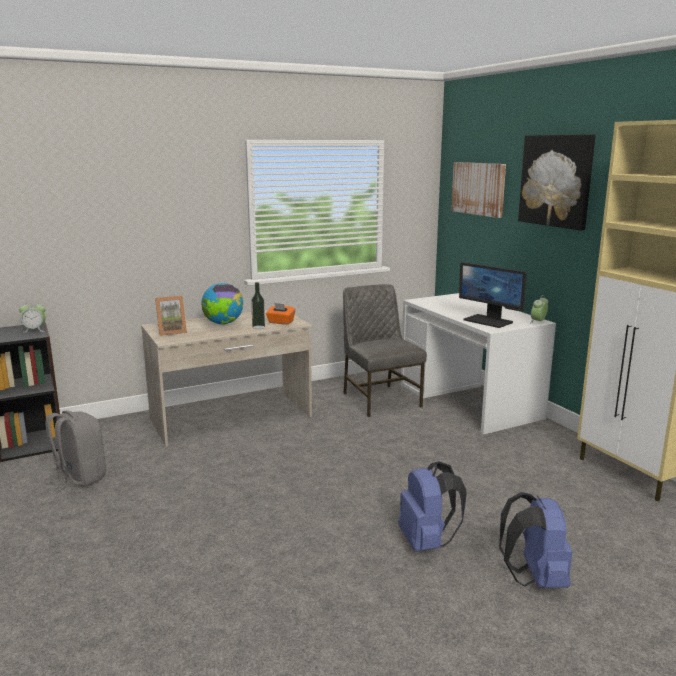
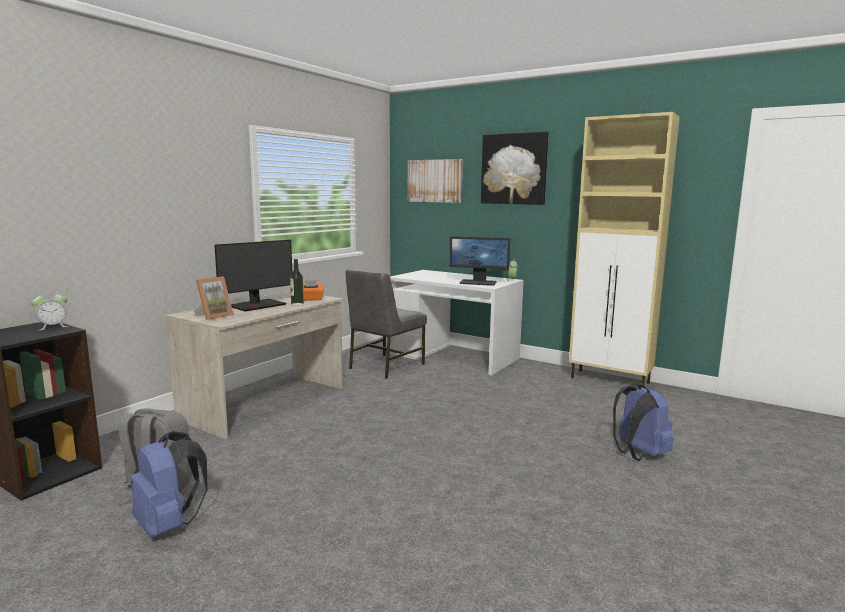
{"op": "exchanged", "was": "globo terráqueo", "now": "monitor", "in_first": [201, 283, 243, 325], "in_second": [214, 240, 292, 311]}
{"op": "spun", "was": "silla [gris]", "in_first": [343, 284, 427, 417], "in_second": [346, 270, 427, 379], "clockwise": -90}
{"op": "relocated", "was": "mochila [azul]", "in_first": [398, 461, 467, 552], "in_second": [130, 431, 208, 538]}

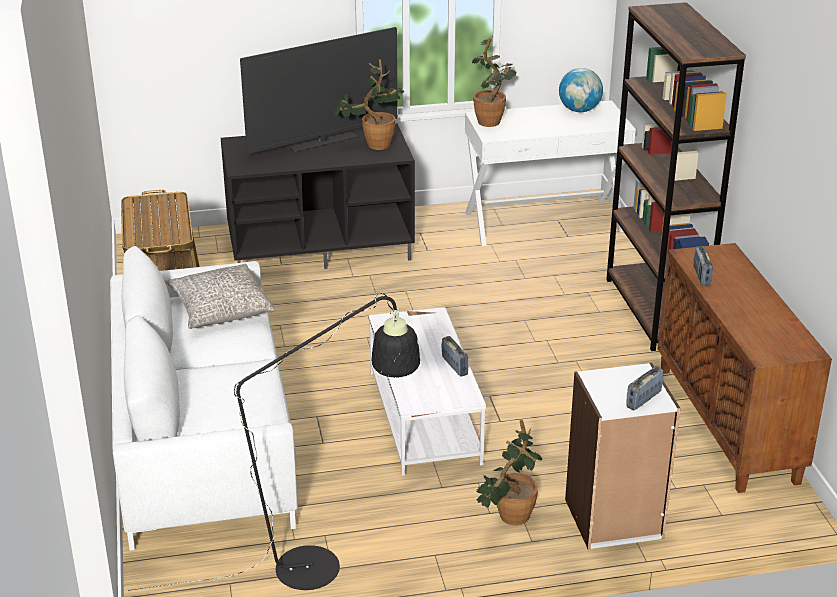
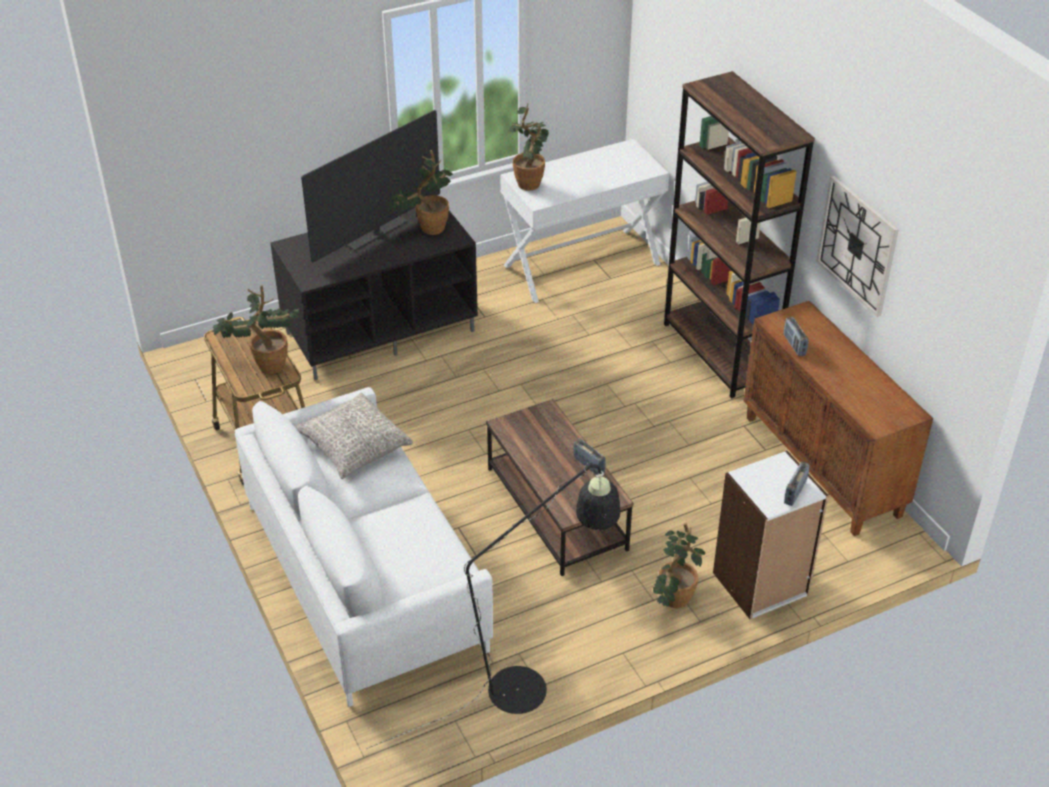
{"op": "colour", "was": "mesa de centro [blanco]", "now": "mesa de centro [marrón]", "in_first": [368, 307, 486, 475], "in_second": [486, 399, 633, 576]}
{"op": "missing", "was": "globo terráqueo", "in_first": [559, 68, 603, 112]}
{"op": "appeared", "now": "planta en maceta", "in_second": [212, 286, 299, 374]}
{"op": "appeared", "now": "reloj de pared", "in_second": [816, 176, 899, 317]}

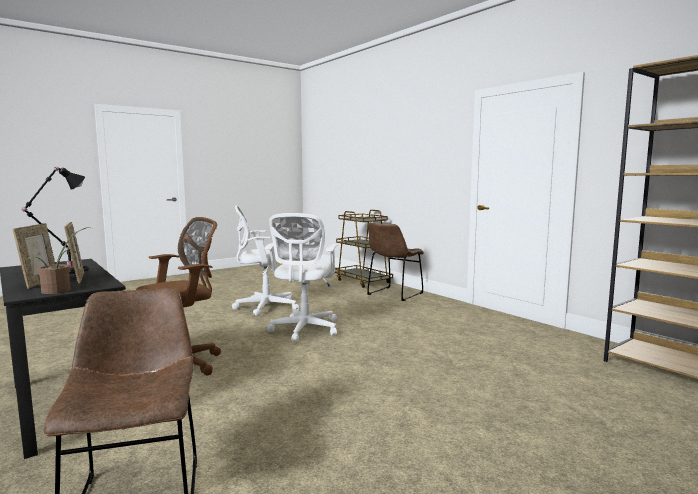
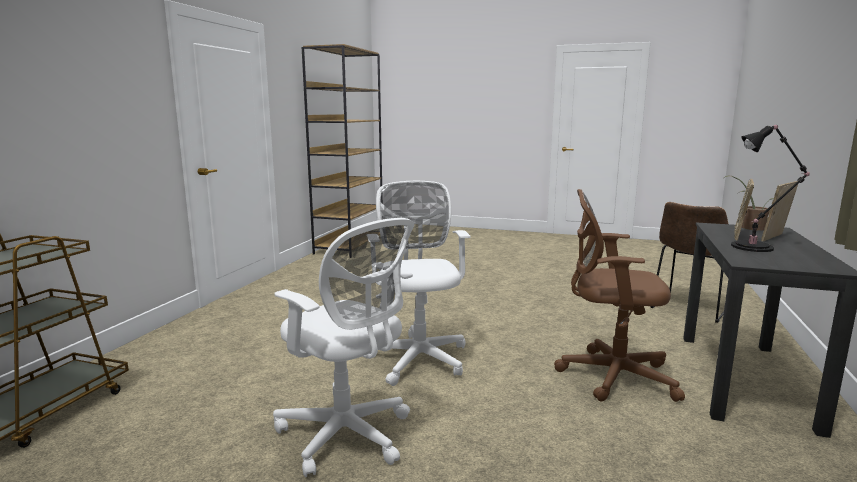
{"op": "spun", "was": "silla de oficina [blanco]", "in_first": [264, 213, 338, 342], "in_second": [368, 181, 471, 386], "clockwise": -75}
{"op": "missing", "was": "silla [marrón]", "in_first": [367, 222, 424, 301]}

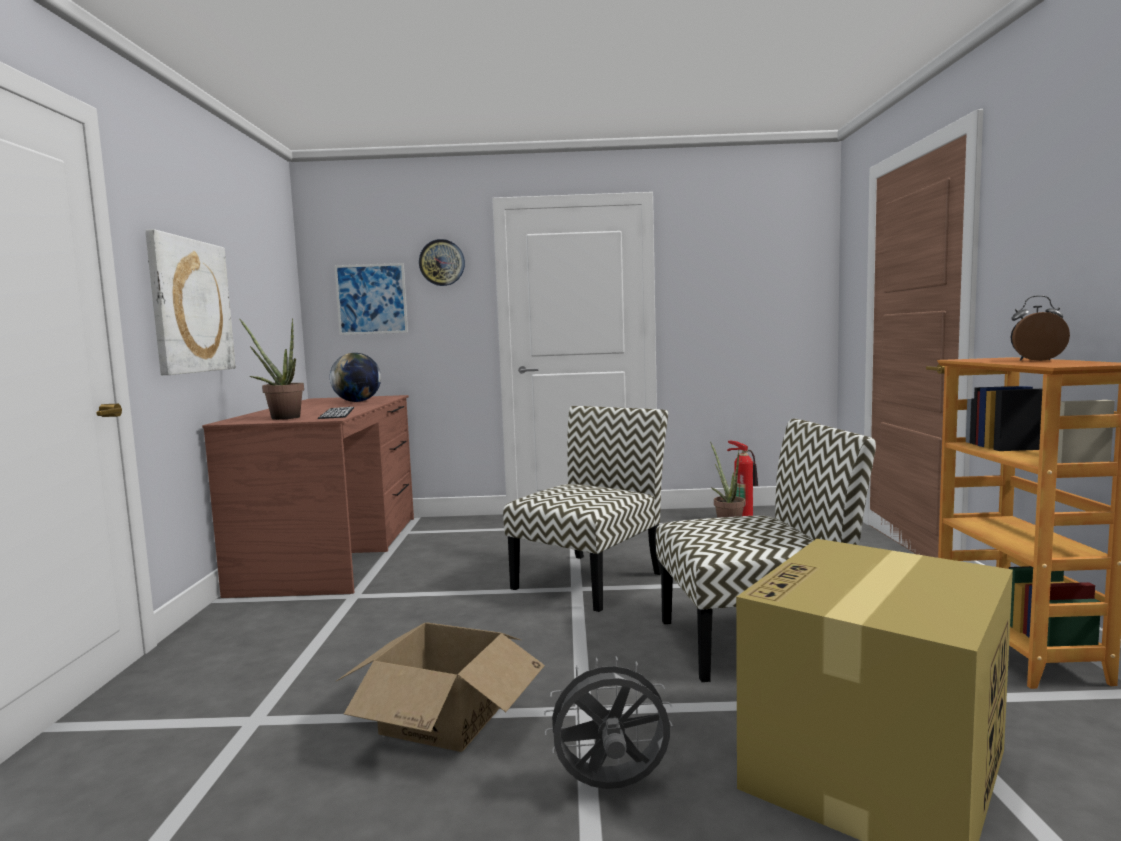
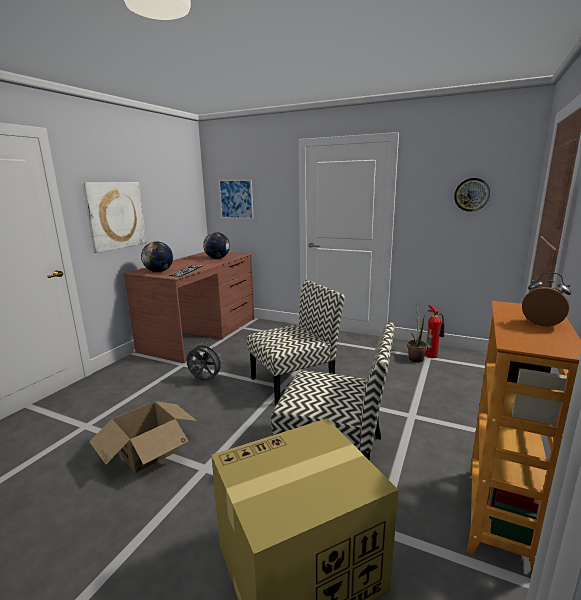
{"op": "exchanged", "was": "planta en maceta", "now": "globo terráqueo", "in_first": [240, 319, 304, 420], "in_second": [141, 242, 173, 272]}
{"op": "relocated", "was": "reloj de pared", "in_first": [419, 239, 465, 286], "in_second": [454, 178, 490, 212]}
{"op": "relocated", "was": "ventilador [gris]", "in_first": [544, 656, 672, 789], "in_second": [186, 343, 224, 381]}

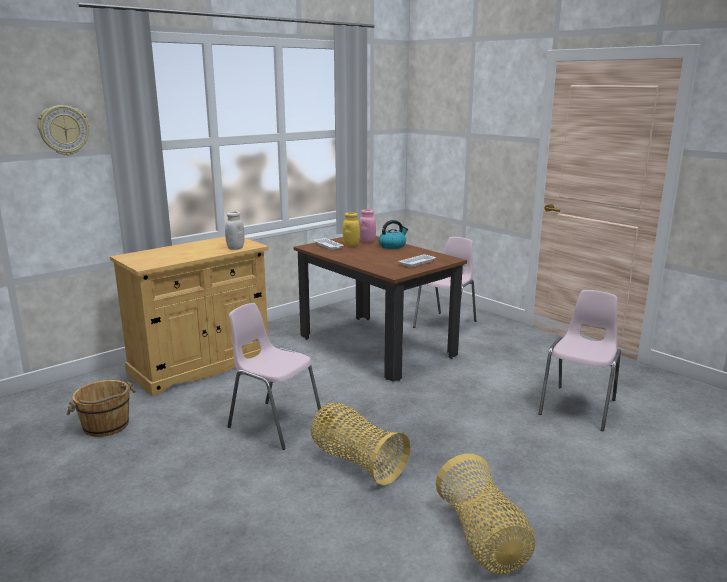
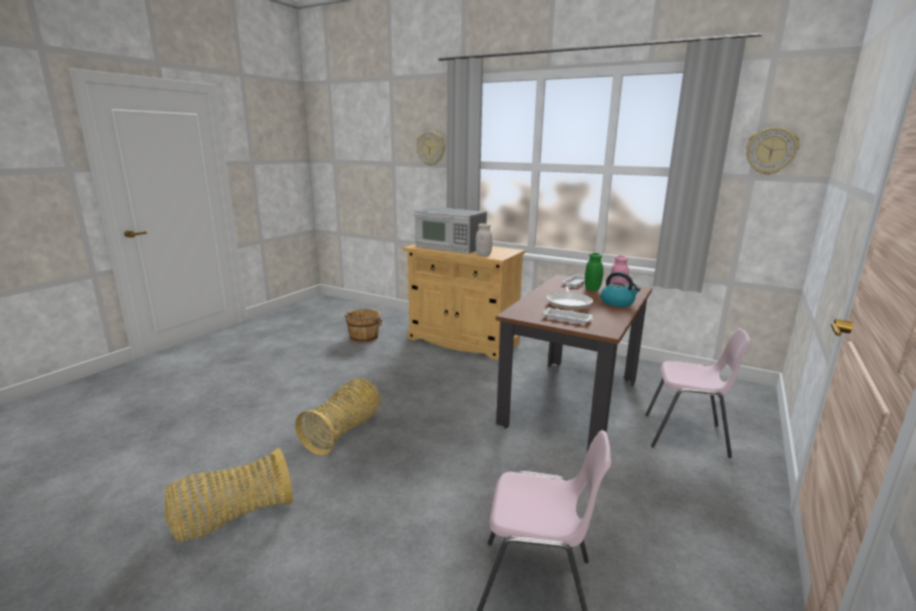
{"op": "missing", "was": "silla [rosa]", "in_first": [227, 303, 322, 450]}
{"op": "colour", "was": "tarro [amarillo]", "now": "tarro [verde]", "in_first": [343, 212, 360, 247], "in_second": [585, 253, 603, 291]}
{"op": "appeared", "now": "microondas", "in_second": [414, 207, 487, 254]}
{"op": "appeared", "now": "sartén", "in_second": [546, 286, 593, 310]}
{"op": "appeared", "now": "reloj de pared", "in_second": [746, 127, 800, 175]}

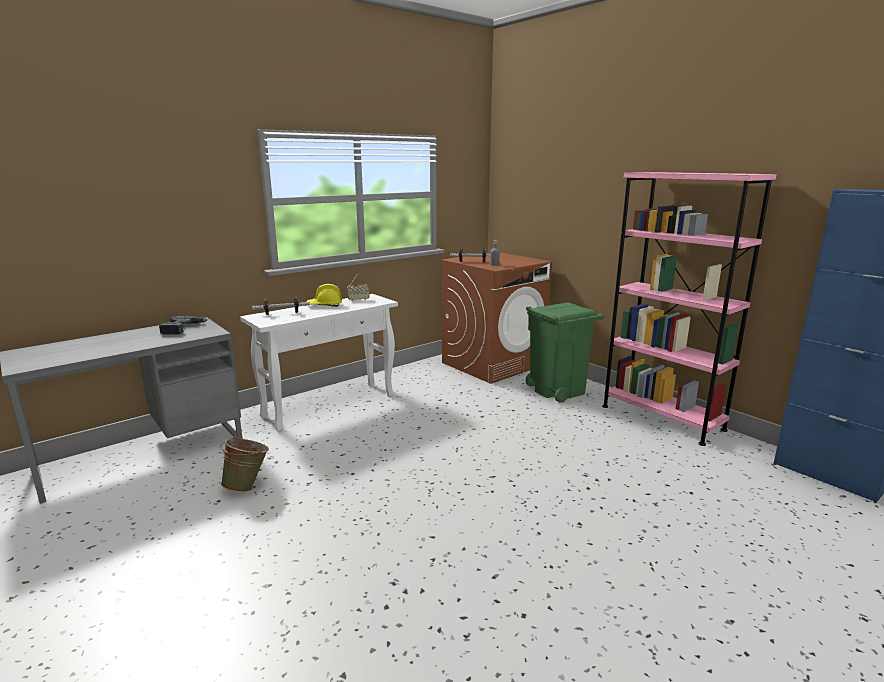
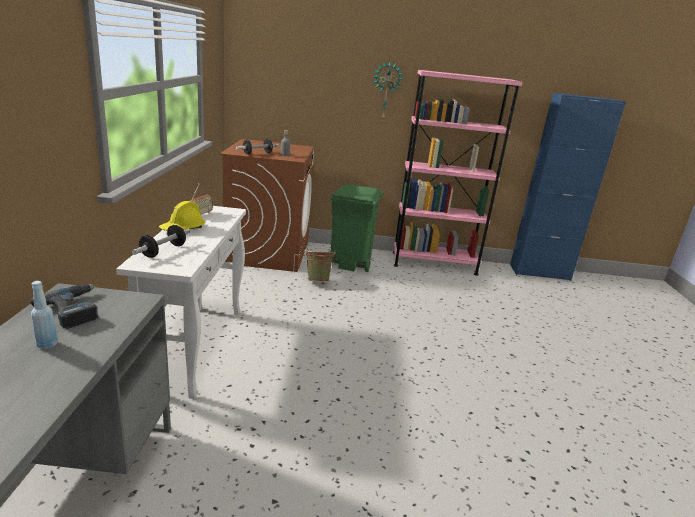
{"op": "relocated", "was": "cubo [verde]", "in_first": [221, 436, 269, 492], "in_second": [304, 249, 335, 282]}
{"op": "appeared", "now": "botella [azul]", "in_second": [31, 281, 58, 349]}
{"op": "appeared", "now": "reloj de pared", "in_second": [372, 61, 404, 119]}

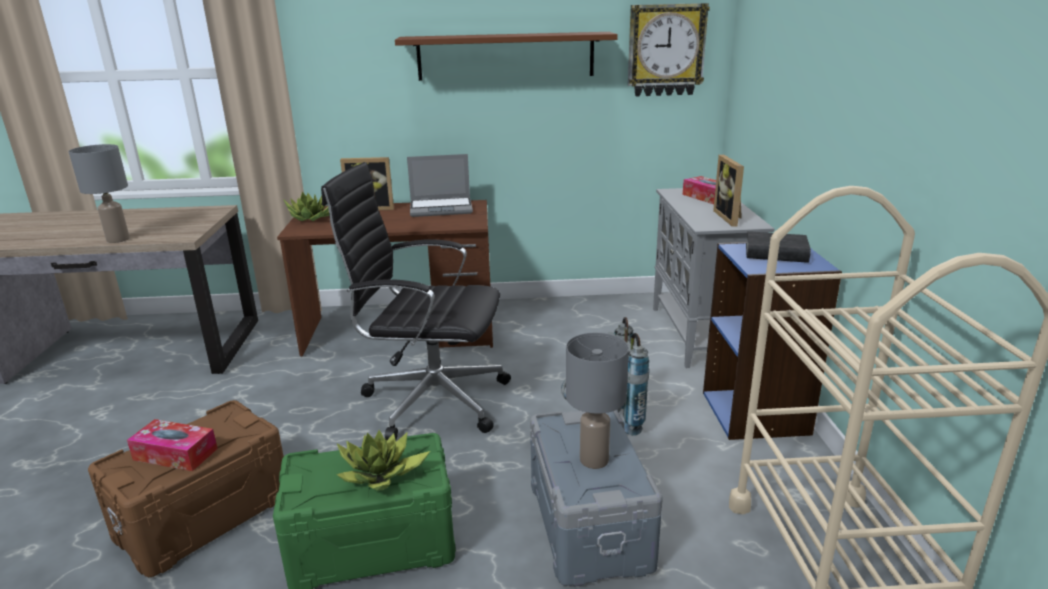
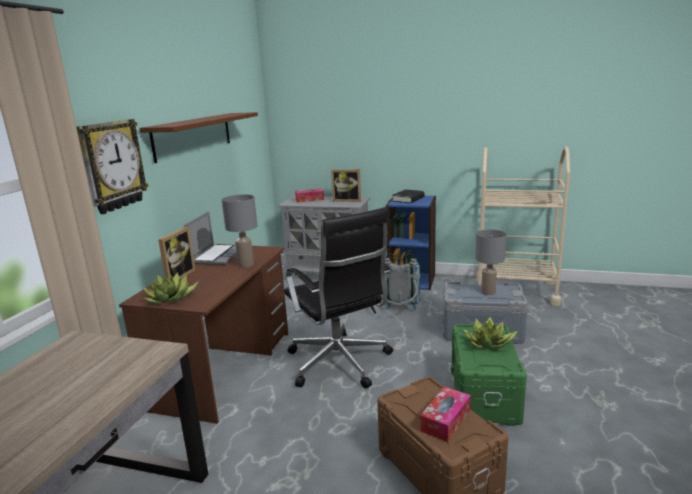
{"op": "relocated", "was": "lámpara de mesa [gris]", "in_first": [69, 144, 130, 243], "in_second": [222, 194, 257, 268]}
{"op": "spun", "was": "silla de oficina [negro]", "in_first": [321, 162, 511, 440], "in_second": [284, 207, 393, 388], "clockwise": -60}
{"op": "relocated", "was": "reloj de pared", "in_first": [628, 3, 710, 96], "in_second": [76, 119, 149, 214]}

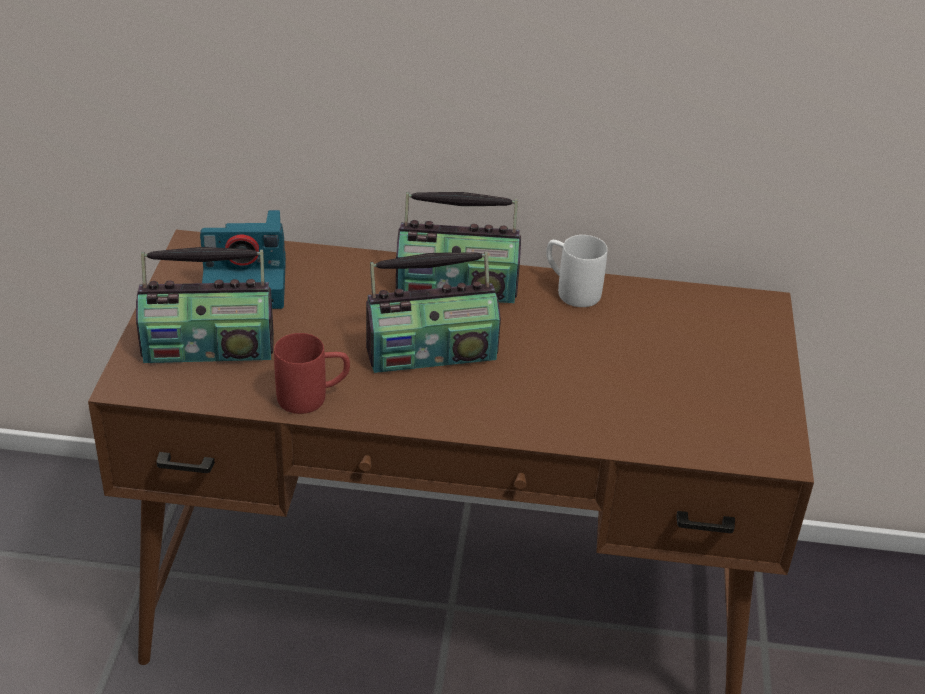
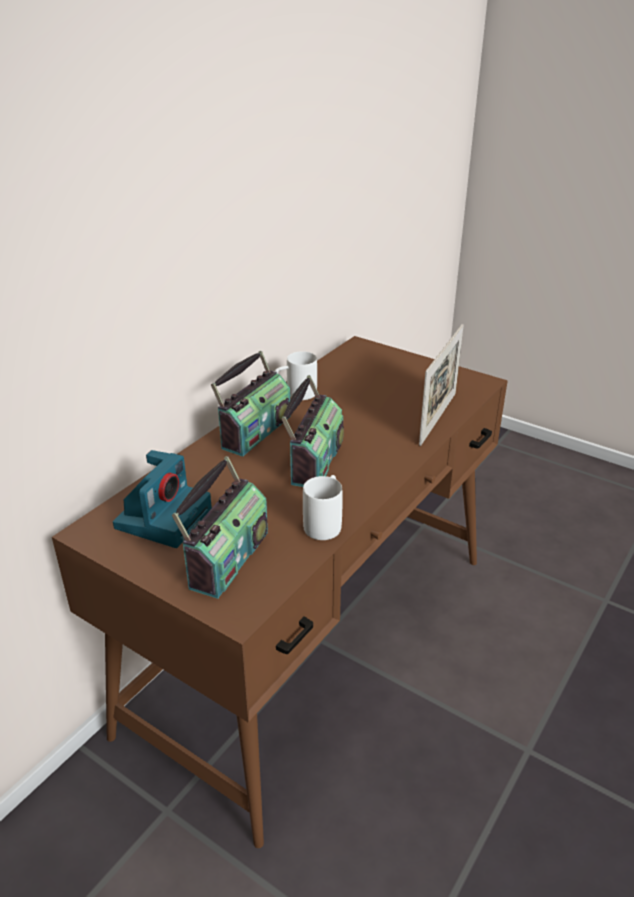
{"op": "colour", "was": "taza grande [rojo]", "now": "taza grande [blanco]", "in_first": [274, 333, 350, 414], "in_second": [303, 475, 343, 540]}
{"op": "appeared", "now": "portarretratos", "in_second": [419, 324, 463, 446]}

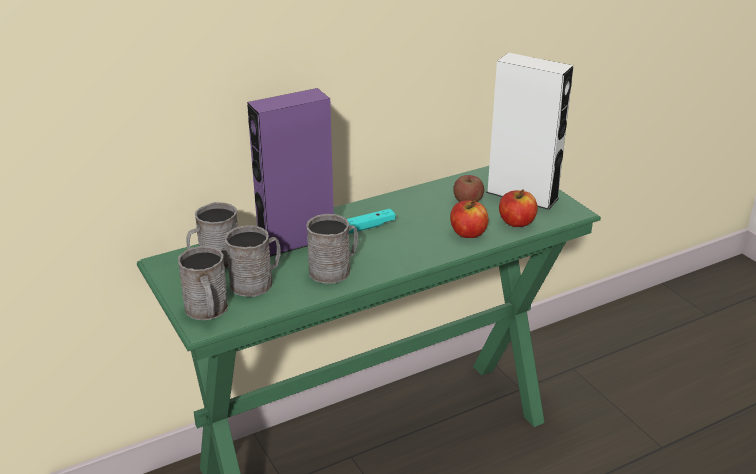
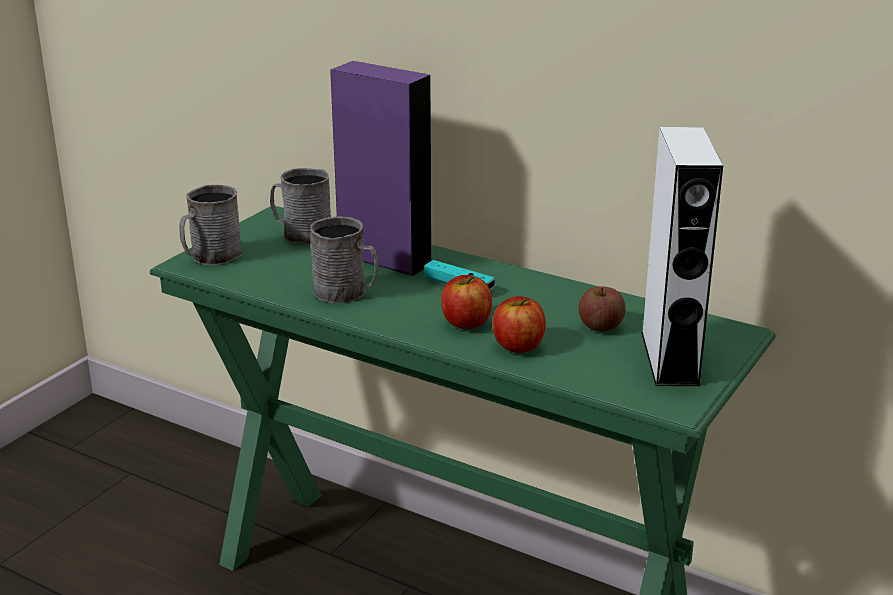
{"op": "missing", "was": "taza grande [gris]", "in_first": [225, 225, 281, 297]}
{"op": "relocated", "was": "manzana", "in_first": [499, 189, 538, 227], "in_second": [441, 275, 492, 329]}

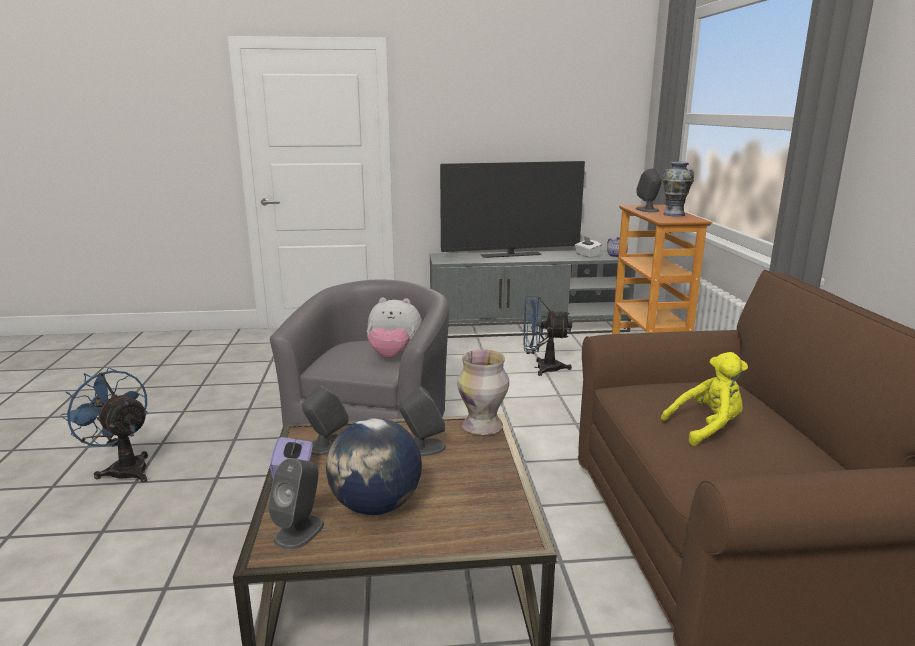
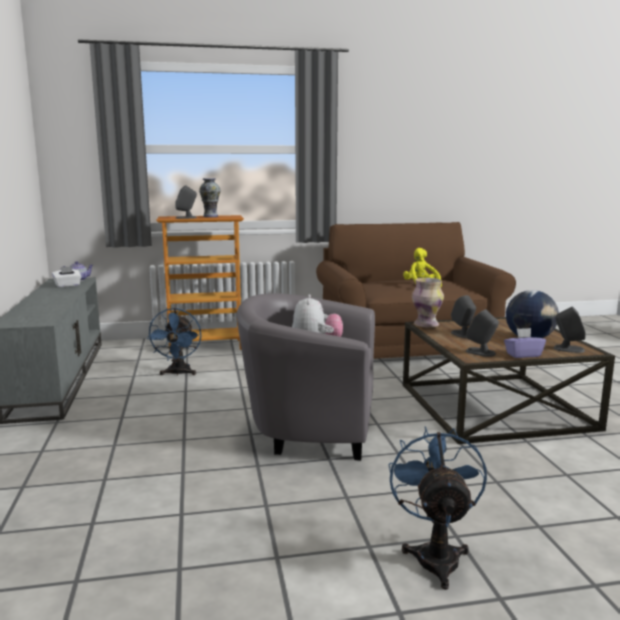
{"op": "spun", "was": "ventilador [azul]", "in_first": [60, 367, 148, 482], "in_second": [388, 426, 487, 590], "clockwise": 150}
{"op": "missing", "was": "televisor", "in_first": [440, 161, 585, 258]}

